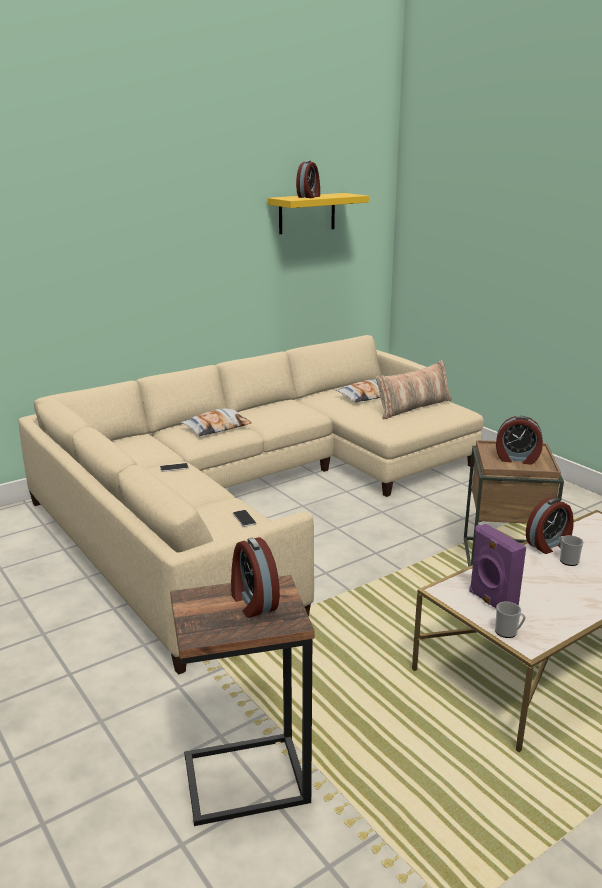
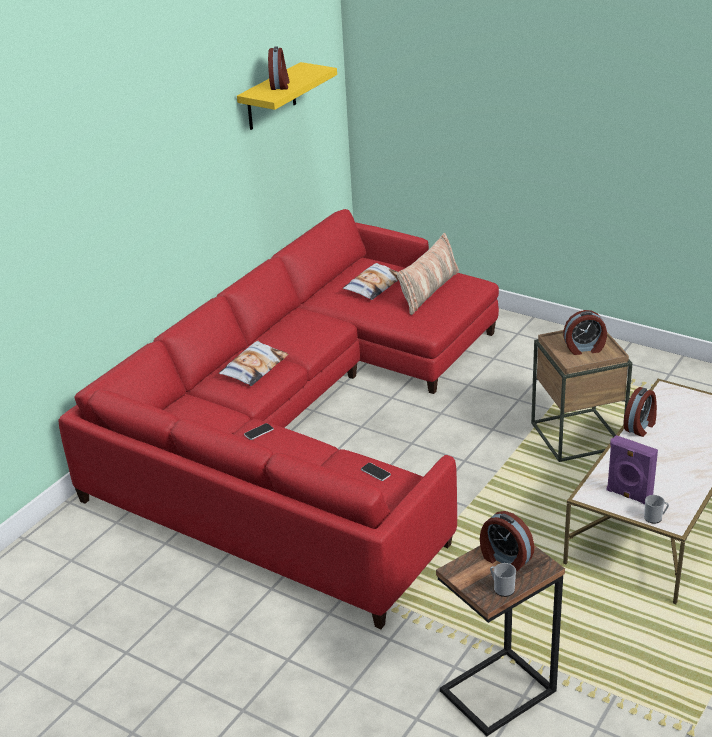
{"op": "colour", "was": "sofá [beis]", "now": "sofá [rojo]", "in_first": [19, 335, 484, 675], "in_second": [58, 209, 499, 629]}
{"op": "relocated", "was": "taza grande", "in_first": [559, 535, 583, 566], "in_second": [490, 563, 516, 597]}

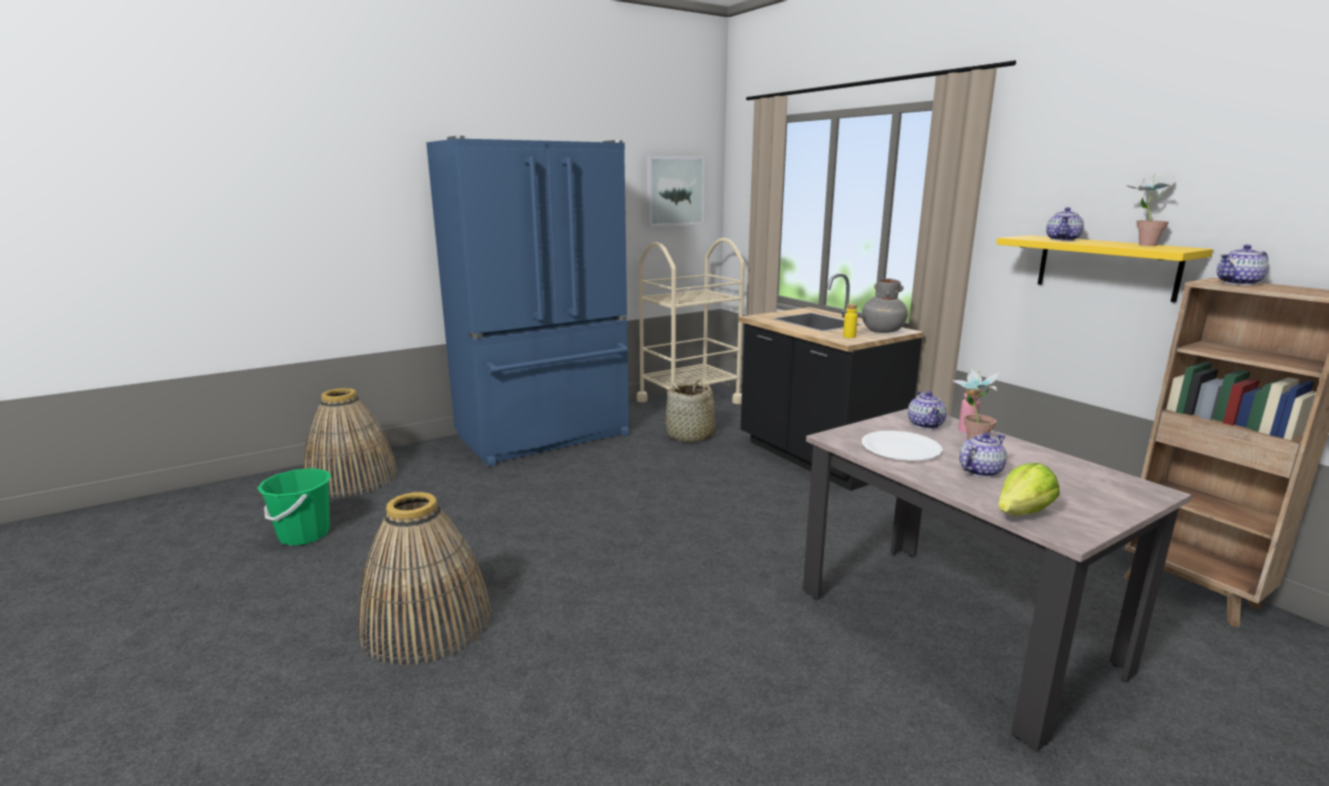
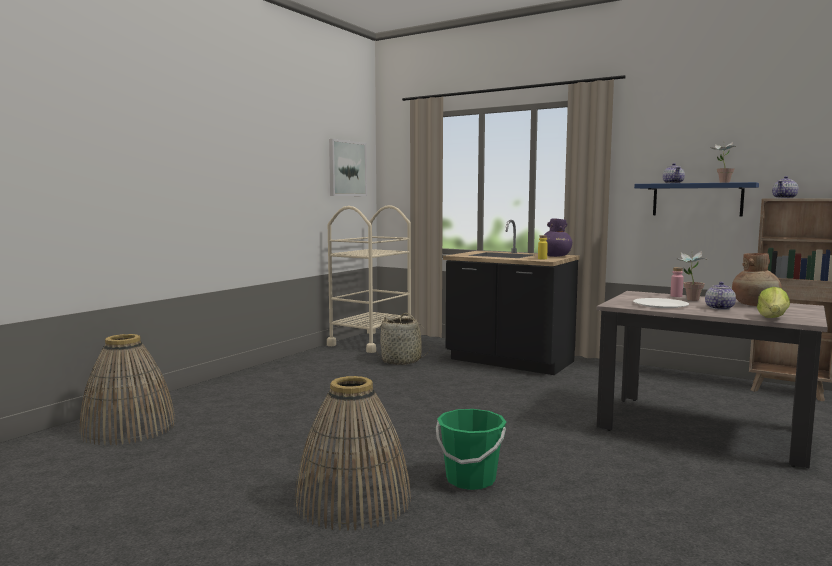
{"op": "relocated", "was": "cubo [verde]", "in_first": [257, 468, 331, 546], "in_second": [436, 409, 506, 490]}
{"op": "missing", "was": "nevera [azul]", "in_first": [426, 136, 630, 467]}
{"op": "colour", "was": "florero [gris]", "now": "florero [morado]", "in_first": [862, 278, 908, 333], "in_second": [544, 219, 572, 257]}
{"op": "missing", "was": "tetera", "in_first": [908, 391, 947, 429]}
{"op": "colour", "was": "estante [amarillo]", "now": "estante [azul]", "in_first": [997, 235, 1213, 302], "in_second": [634, 182, 759, 217]}
{"op": "appeared", "now": "florero [marrón]", "in_second": [732, 253, 782, 306]}

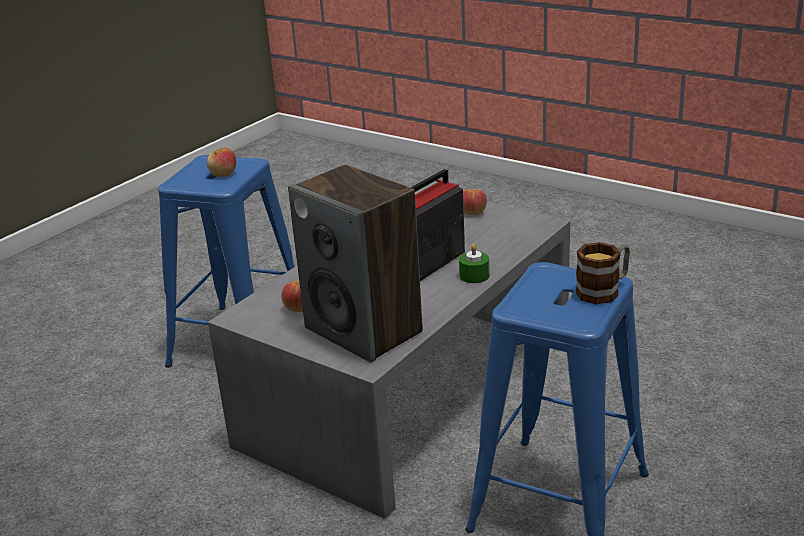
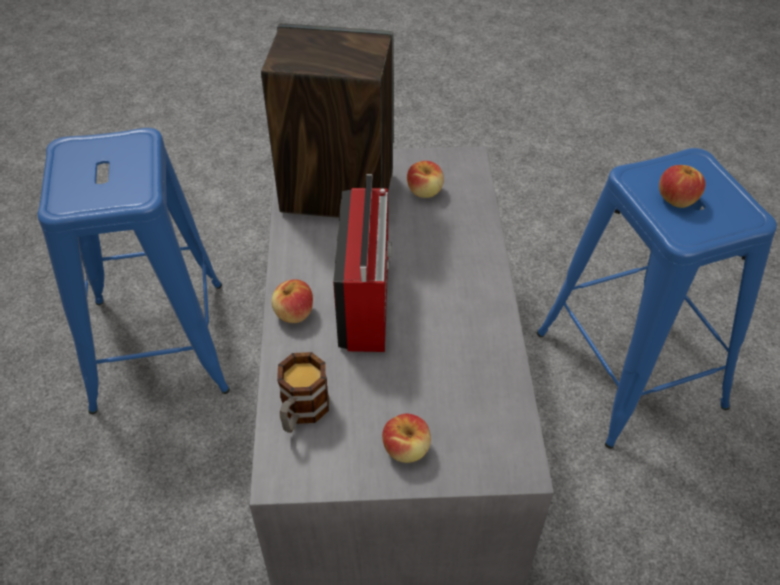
{"op": "exchanged", "was": "vela [verde]", "now": "manzana", "in_first": [459, 244, 489, 283], "in_second": [271, 279, 313, 323]}
{"op": "relocated", "was": "taza grande", "in_first": [575, 242, 630, 304], "in_second": [277, 352, 329, 433]}

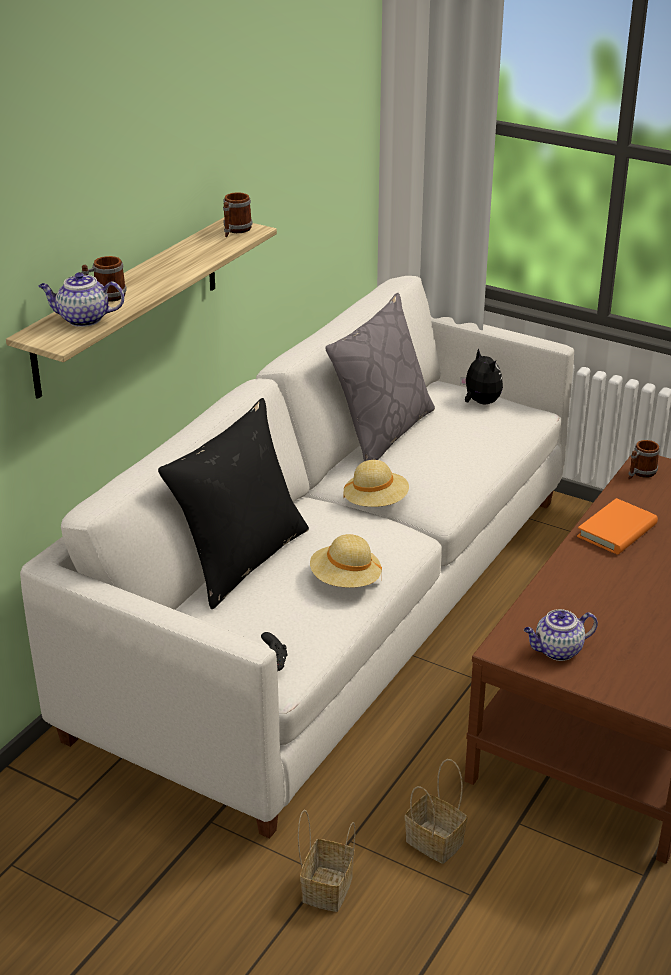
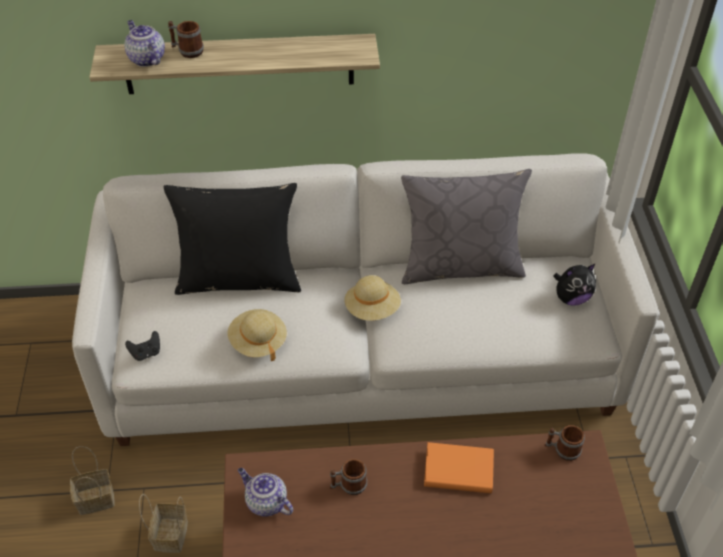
{"op": "relocated", "was": "taza grande", "in_first": [223, 192, 252, 237], "in_second": [330, 459, 367, 495]}
{"op": "spun", "was": "peluche", "in_first": [460, 348, 503, 404], "in_second": [553, 263, 596, 306], "clockwise": 45}

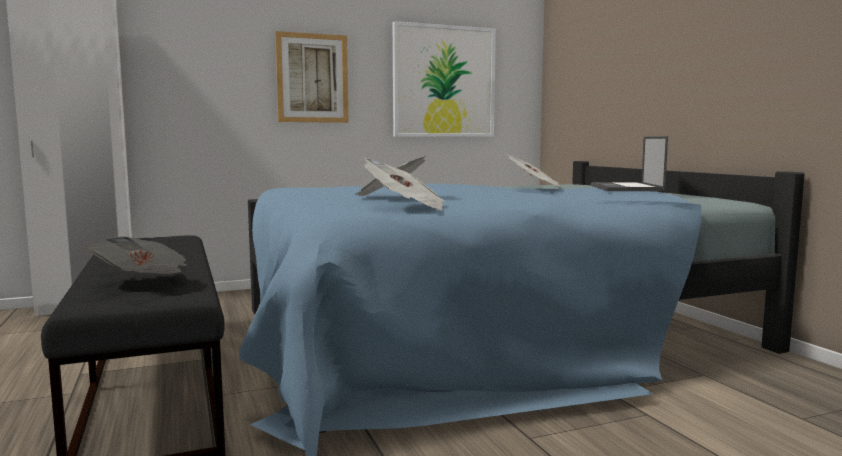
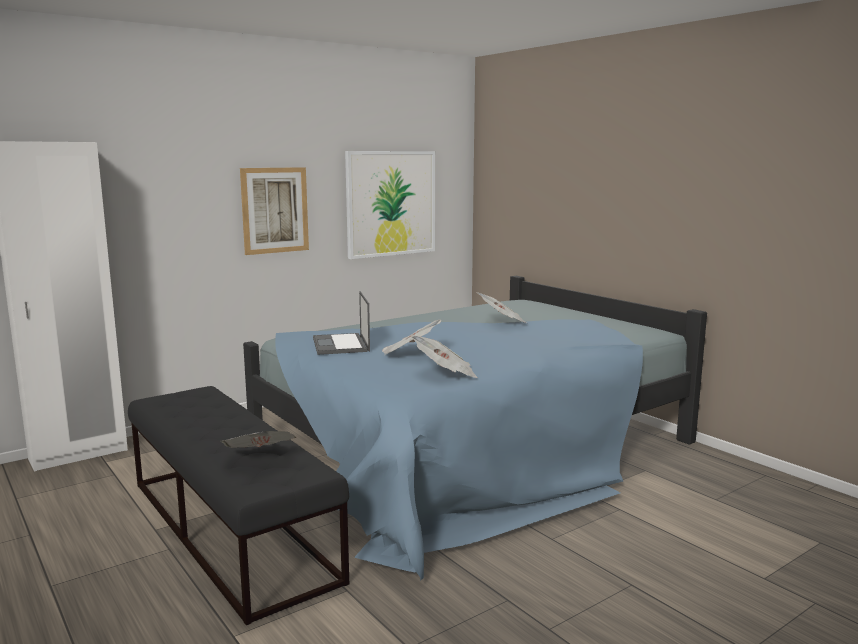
{"op": "relocated", "was": "portátil", "in_first": [591, 136, 668, 191], "in_second": [313, 291, 370, 355]}

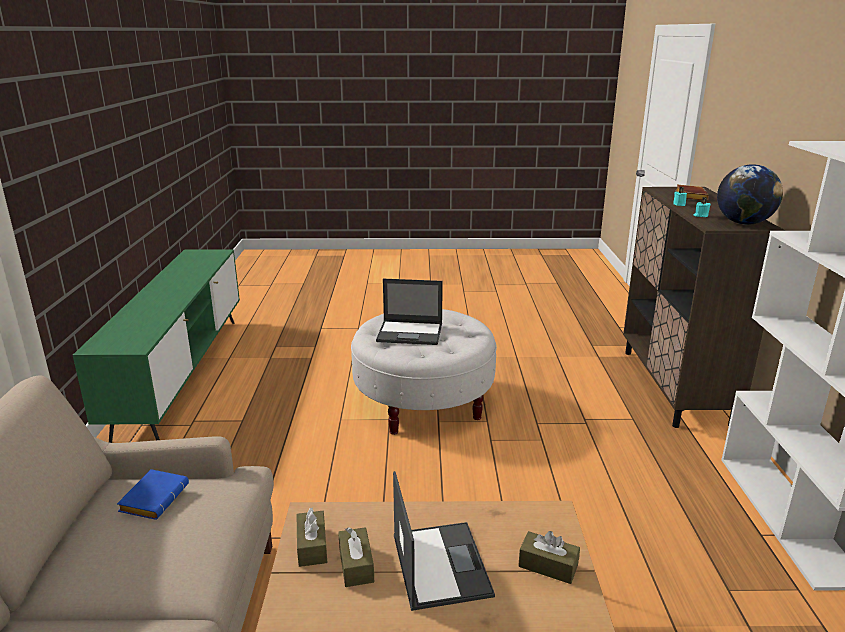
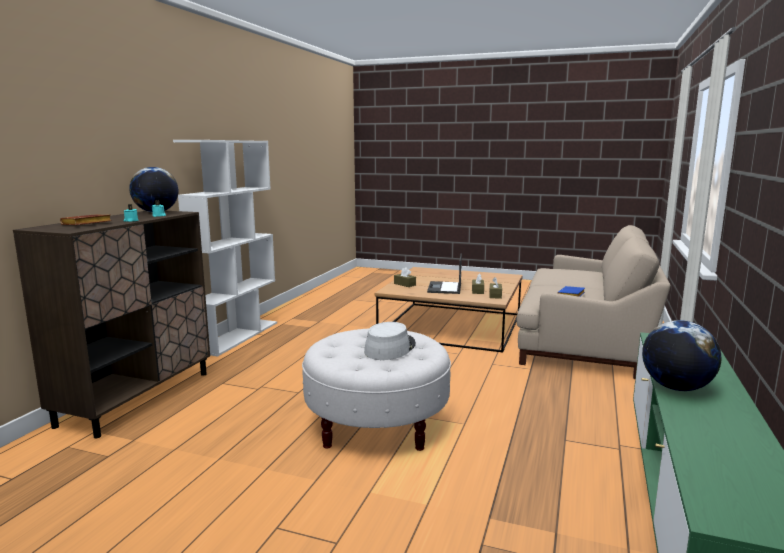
{"op": "exchanged", "was": "portátil", "now": "sombrero [gris]", "in_first": [376, 279, 443, 345], "in_second": [364, 322, 416, 360]}
{"op": "appeared", "now": "globo terráqueo", "in_second": [642, 320, 721, 391]}

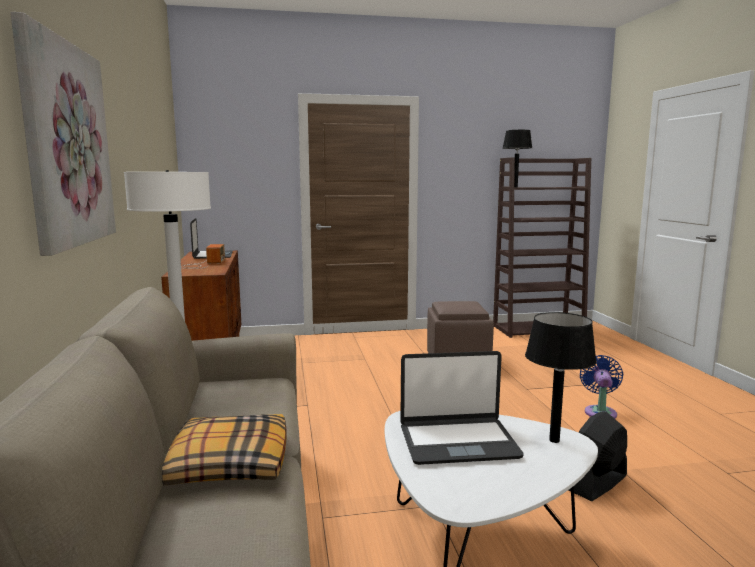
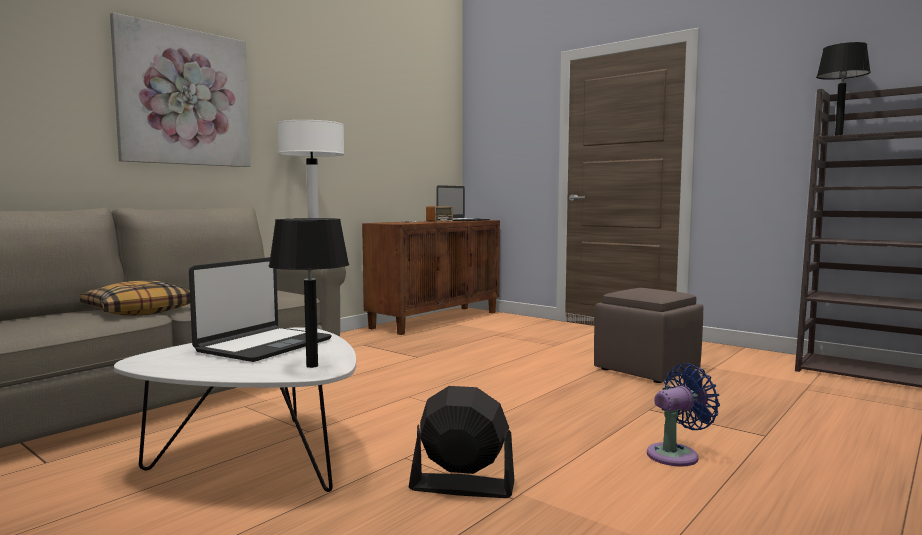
{"op": "spun", "was": "portátil", "in_first": [400, 351, 523, 465], "in_second": [189, 257, 332, 362], "clockwise": -105}

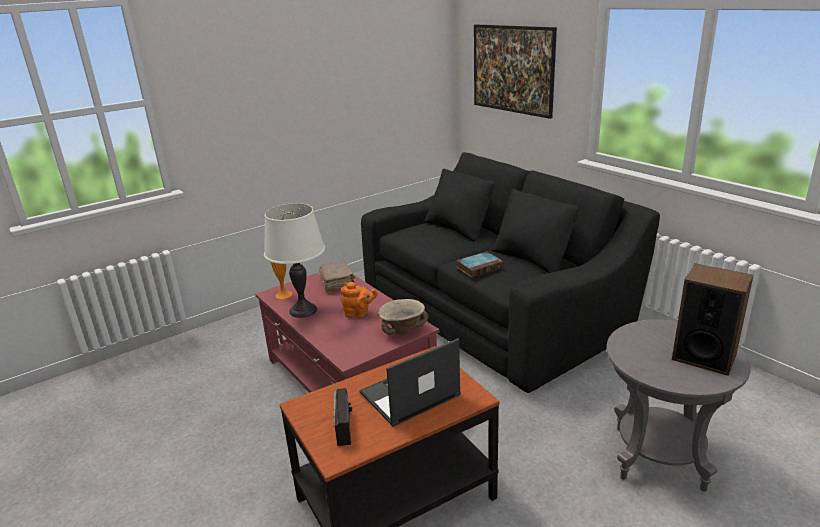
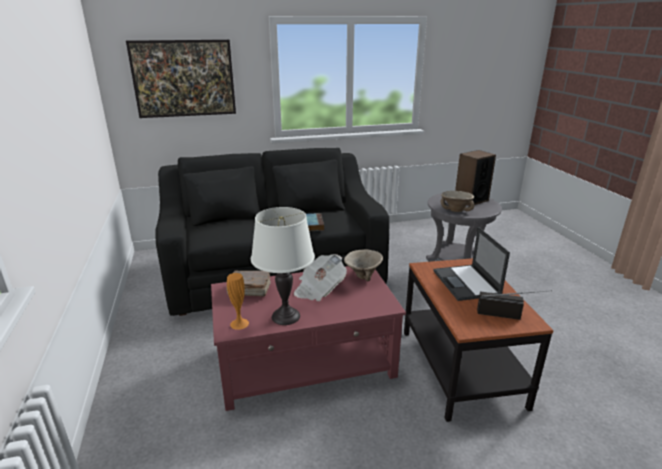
{"op": "exchanged", "was": "tetera [naranja]", "now": "periódico", "in_first": [341, 282, 378, 317], "in_second": [294, 254, 347, 301]}
{"op": "appeared", "now": "cuenco [beis]", "in_second": [441, 191, 474, 212]}

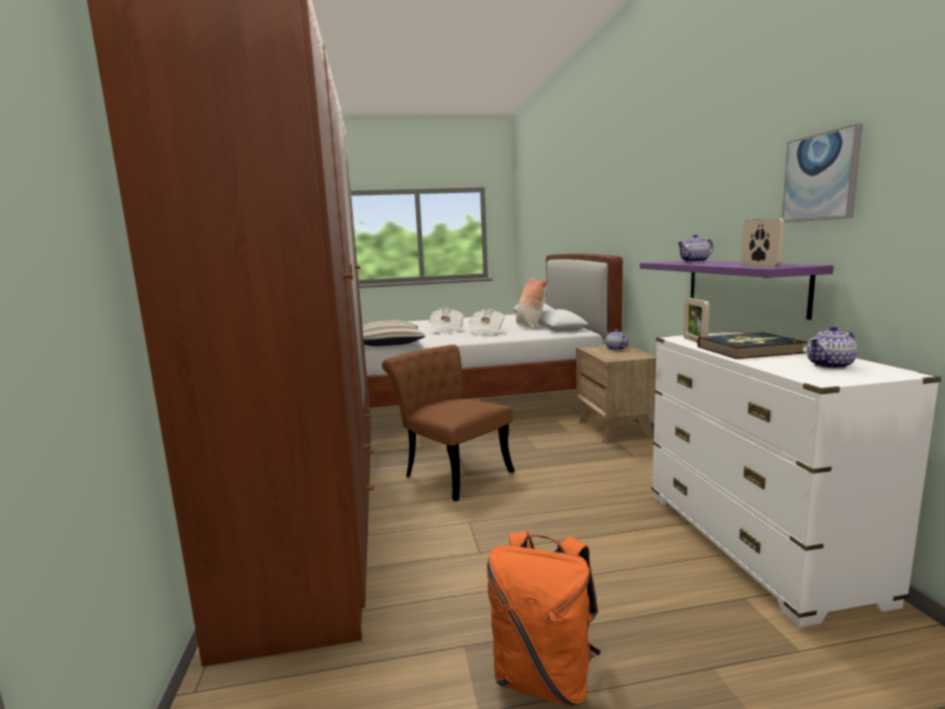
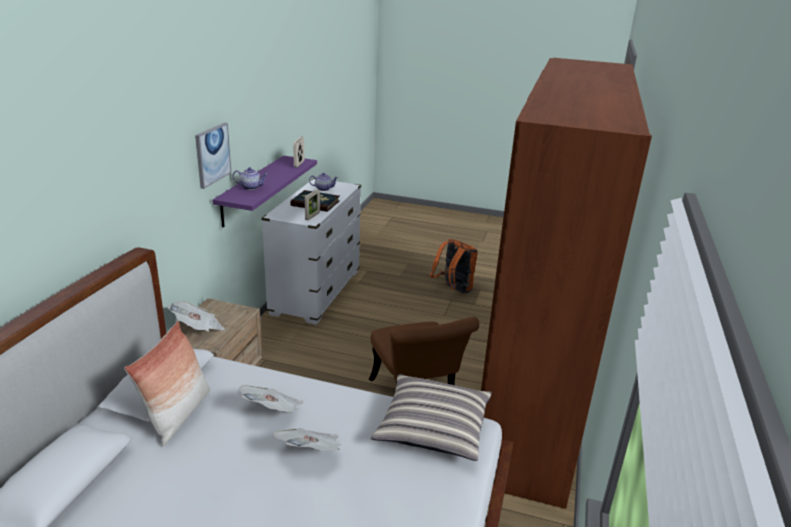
{"op": "exchanged", "was": "tetera", "now": "periódico", "in_first": [605, 329, 629, 350], "in_second": [168, 302, 224, 332]}
{"op": "relocated", "was": "cuadro", "in_first": [782, 123, 863, 223], "in_second": [195, 122, 231, 189]}

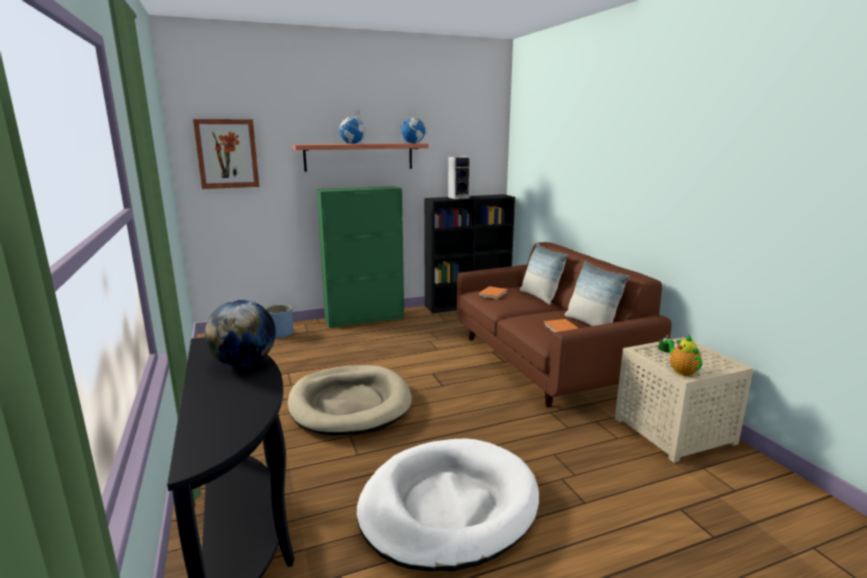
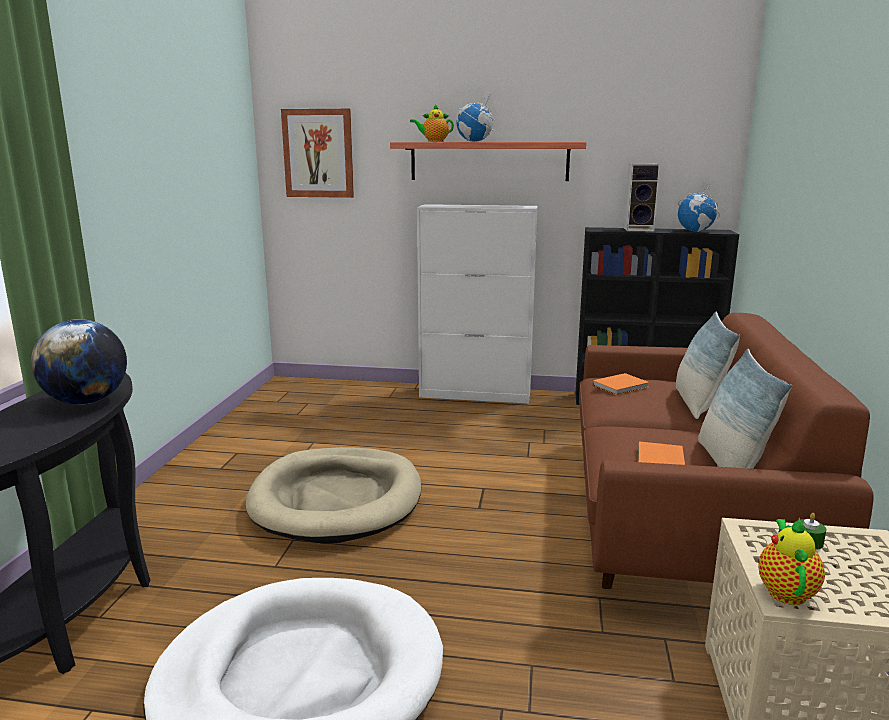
{"op": "missing", "was": "maceta [azul]", "in_first": [266, 305, 293, 338]}
{"op": "colour", "was": "armario [verde]", "now": "armario [blanco]", "in_first": [316, 186, 404, 328], "in_second": [417, 204, 537, 404]}
{"op": "relocated", "was": "globo terráqueo", "in_first": [400, 110, 427, 143], "in_second": [678, 181, 720, 232]}
{"op": "appeared", "now": "tetera", "in_second": [410, 104, 454, 142]}

